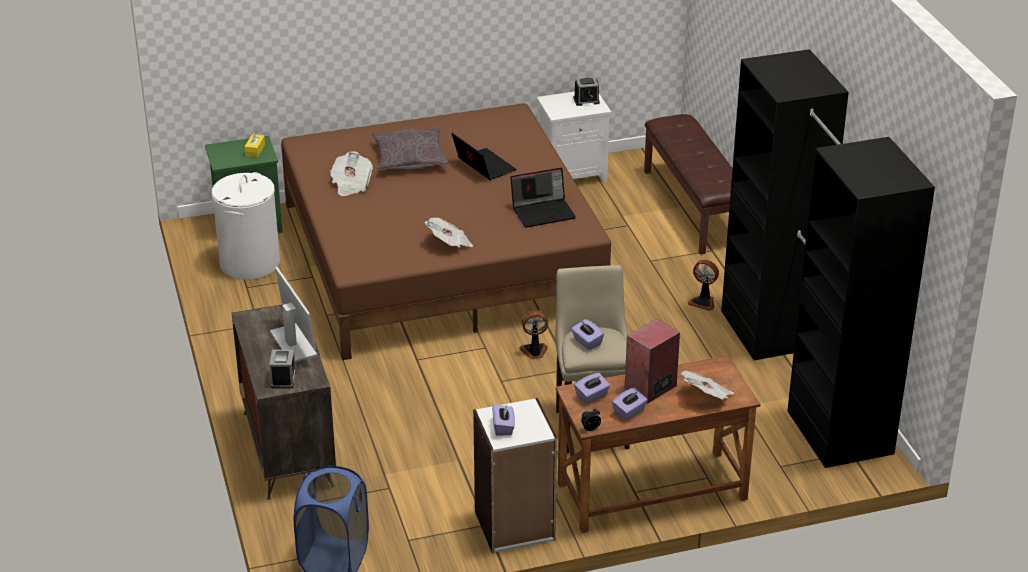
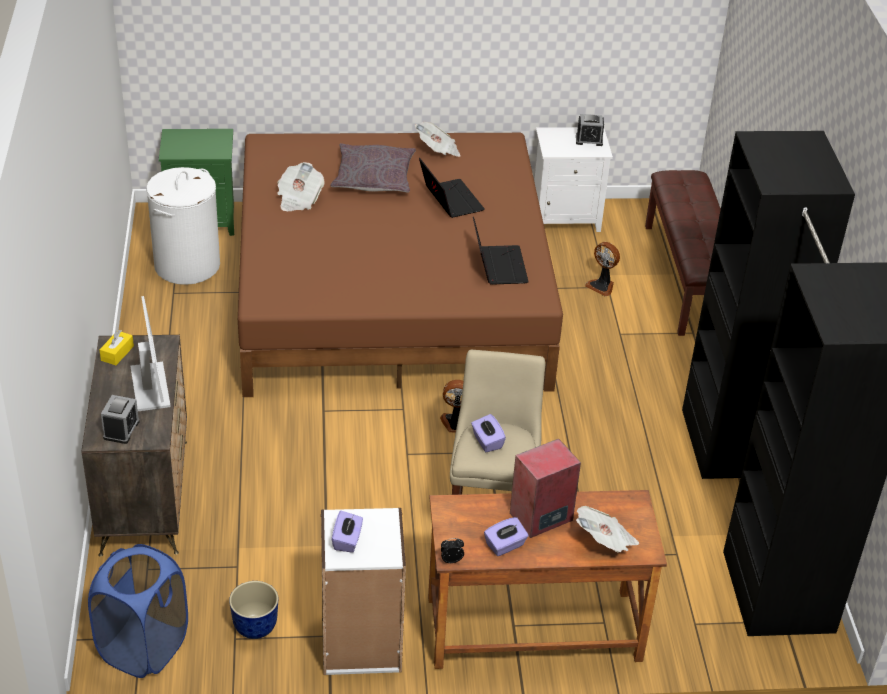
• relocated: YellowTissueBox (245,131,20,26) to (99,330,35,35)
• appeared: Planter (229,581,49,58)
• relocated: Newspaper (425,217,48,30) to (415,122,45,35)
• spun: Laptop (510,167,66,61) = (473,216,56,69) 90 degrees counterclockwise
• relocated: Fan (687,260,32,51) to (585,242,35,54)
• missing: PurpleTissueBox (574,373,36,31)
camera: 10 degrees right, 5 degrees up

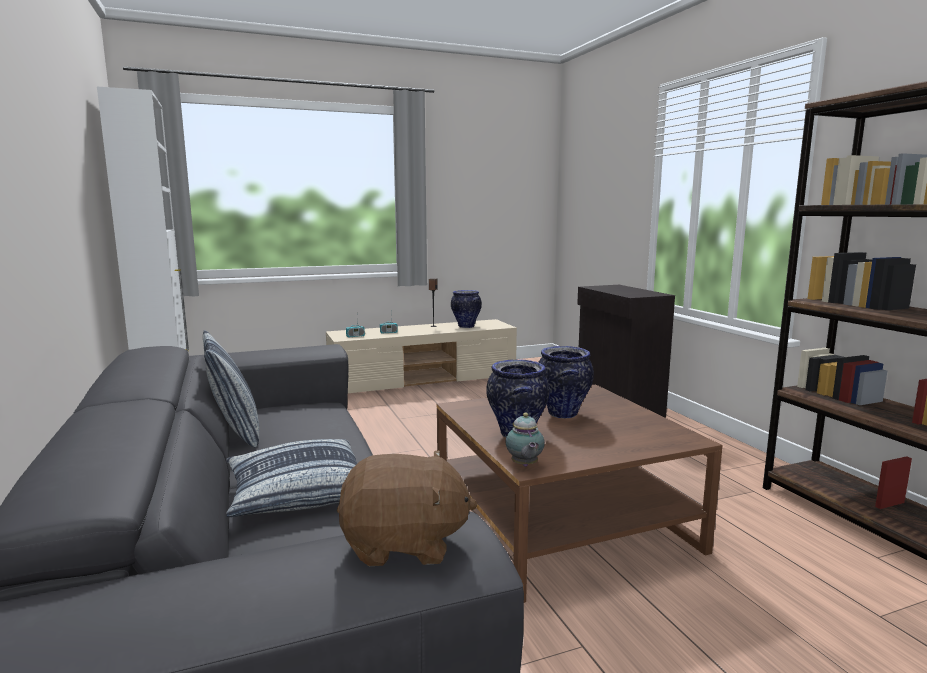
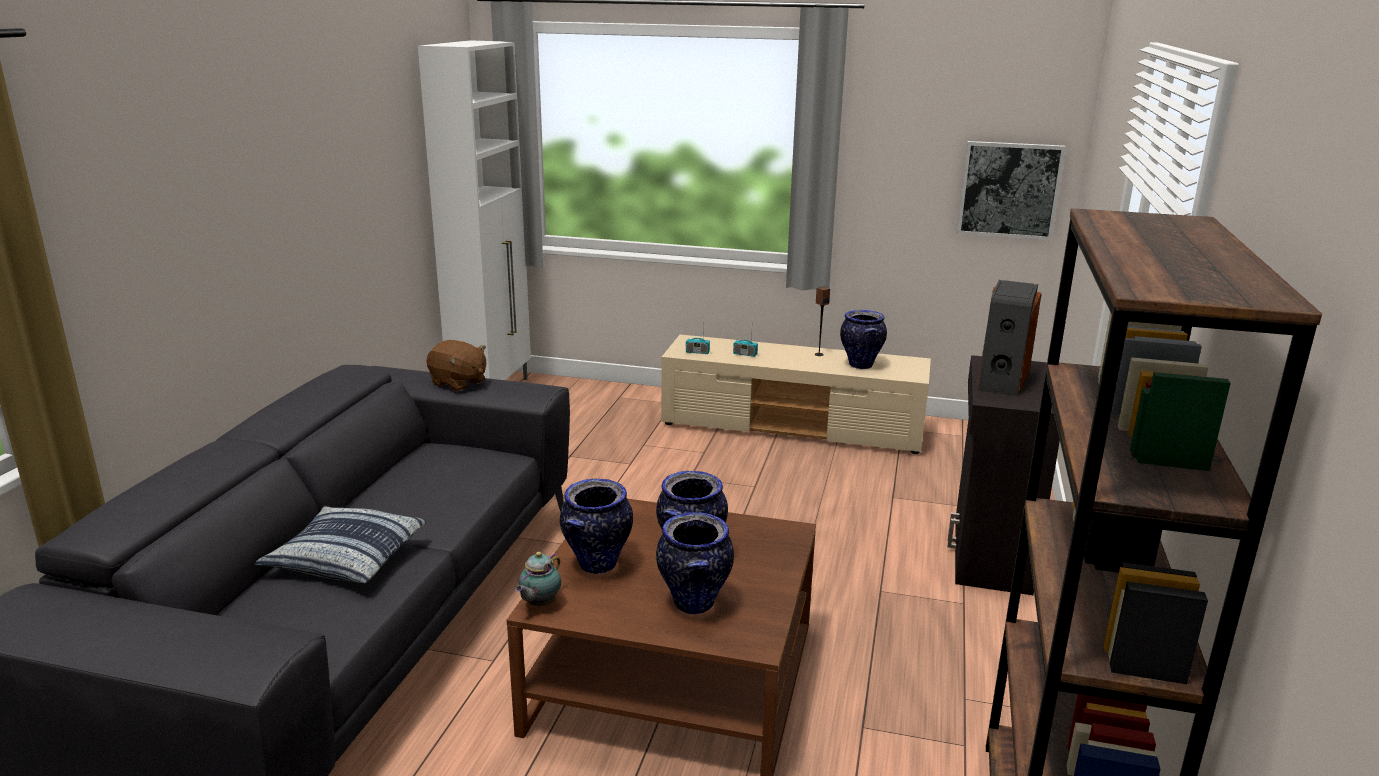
• relocated: BrownPlushToy (337,450,140,116) to (426,340,60,51)
• appeared: Vase (656,512,78,102)
• appeared: Picture (957,141,109,99)
• appeared: Speaker (977,280,64,116)
• missing: Pillow (203,330,56,117)
camera: 35 degrees right, 10 degrees up

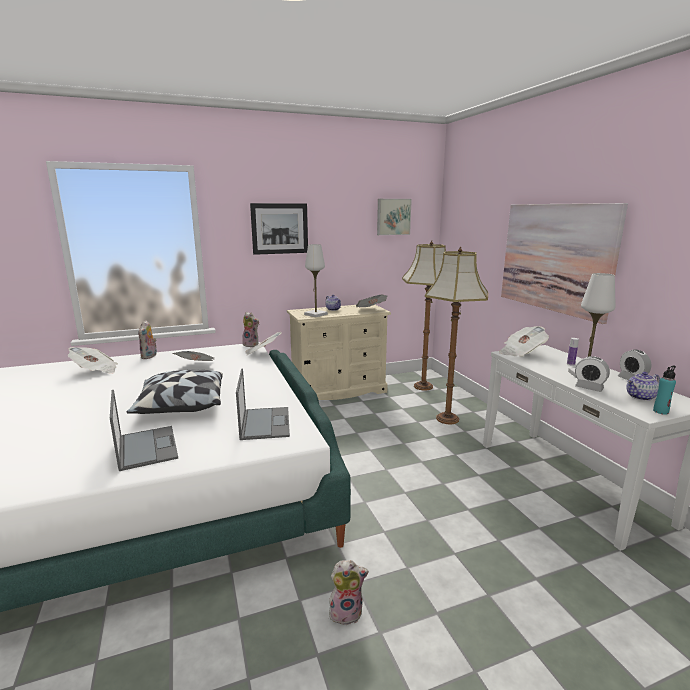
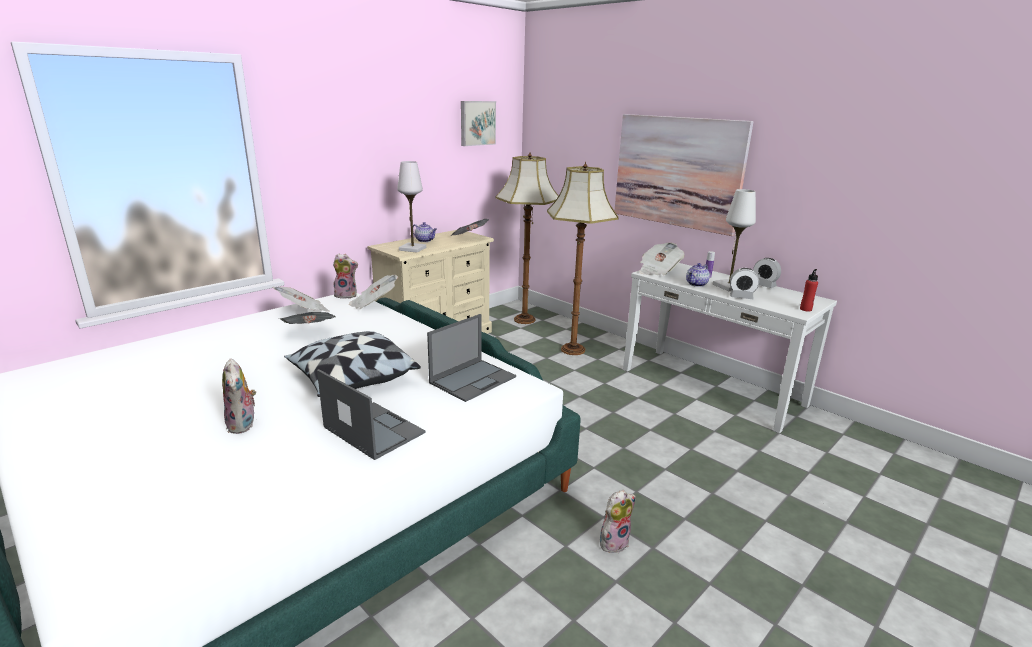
• relocated: PlushToy (138,320,19,39) to (222,358,35,76)
• relocated: Newspaper (68,347,50,27) to (272,287,58,25)
• spun: Laptop (236,369,54,71) = (427,314,89,88) 75 degrees clockwise
• relocated: Teapot (627,372,33,29) to (686,263,24,24)
• colour: TurquoiseBottle (653,365,23,50) to RedBottle (800,269,18,42)
• missing: Picture (250,203,58,52)
camera: 25 degrees left, 5 degrees up

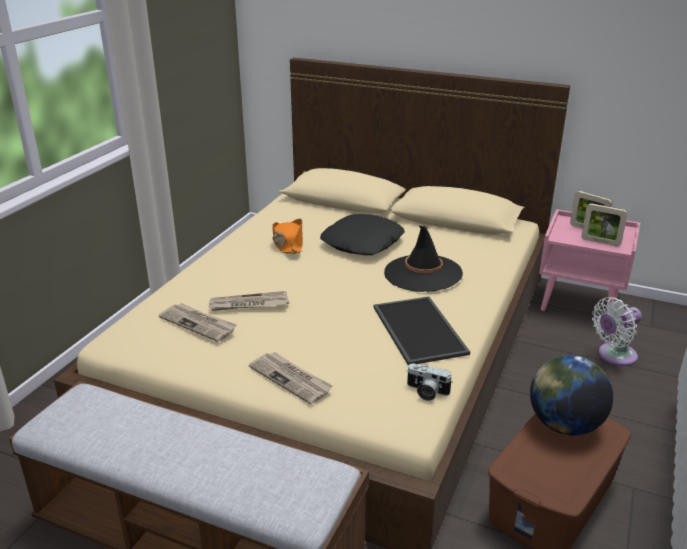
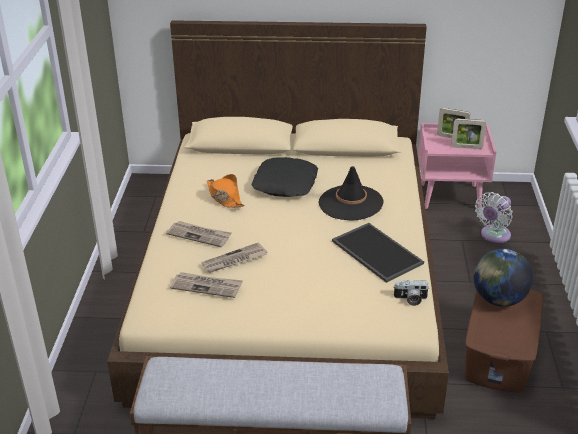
• relocated: Newspaper (249,352,84,52) to (166,221,66,26)
camera: 20 degrees left, 5 degrees up

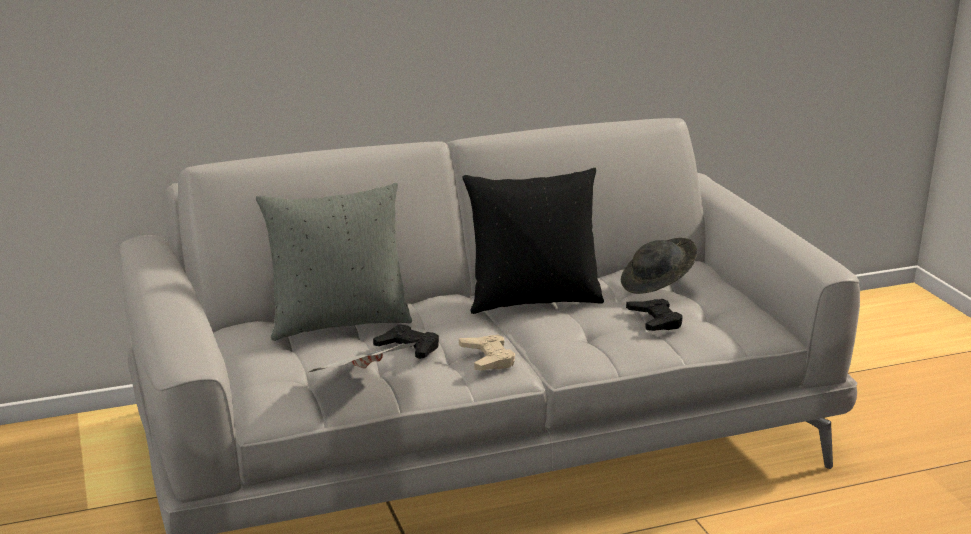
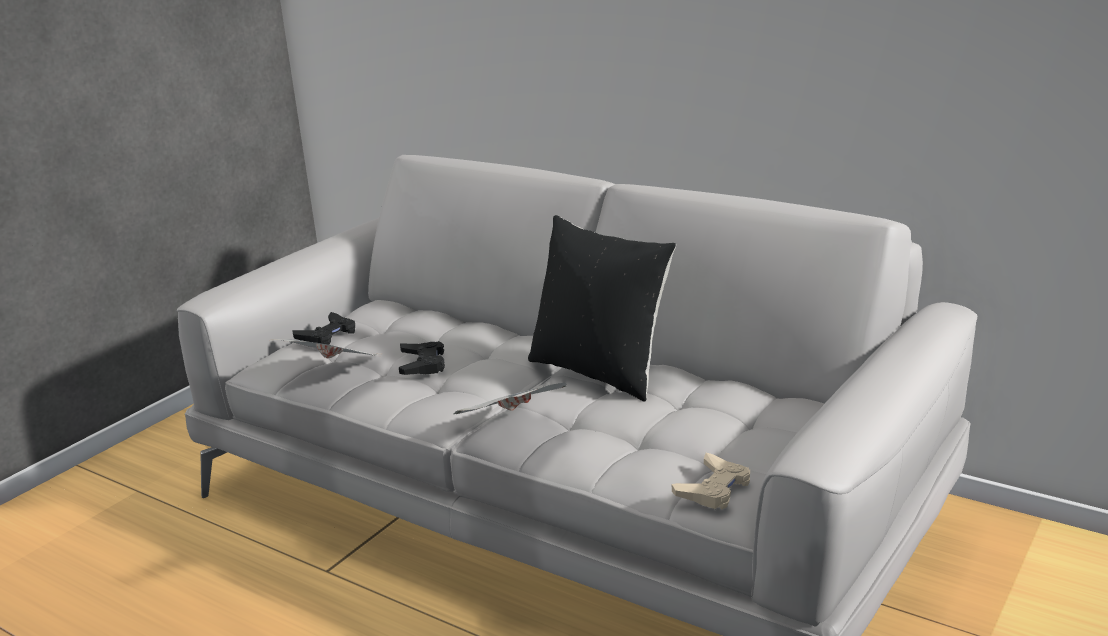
• relocated: BlackGameController (626,299,57,32) to (292,312,63,33)
• appeared: Newspaper (454,383,113,31)
• relocated: BeigeGameController (459,335,56,35) to (672,453,78,56)
• missing: GreyPillow (256,183,156,158)
• missing: GreyHat (621,238,76,56)
camera: 55 degrees right, 0 degrees up

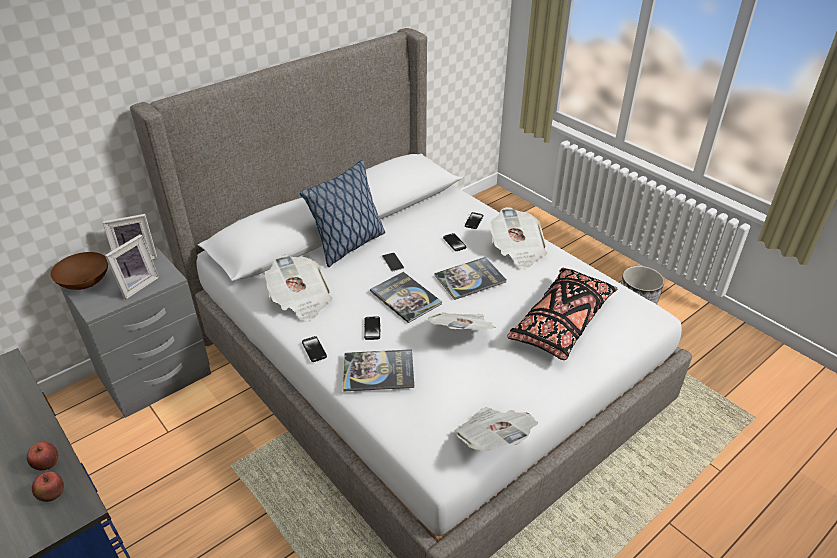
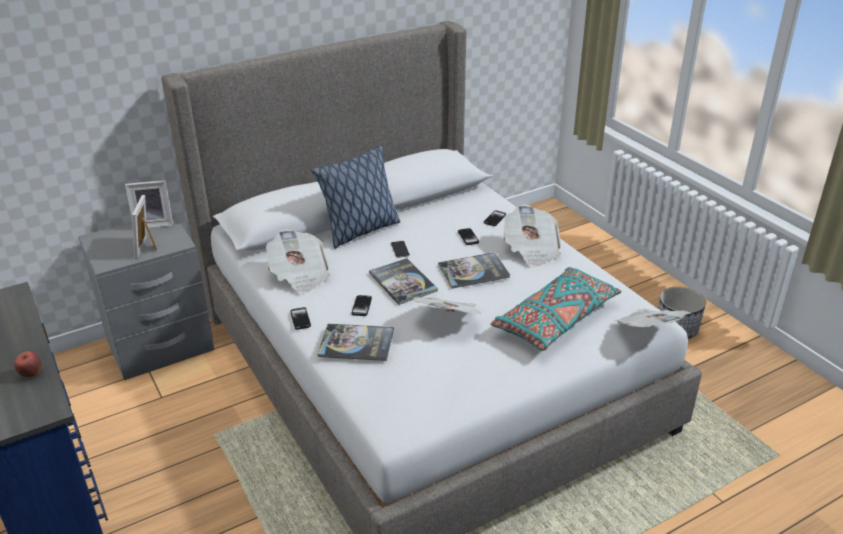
• spun: PictureFrame (105,234,54,65) = (132,195,25,63) 135 degrees clockwise
• colour: BlackPillow (507,268,111,92) to TurquoisePillow (491,267,130,83)
• relocated: Newspaper (454,407,84,44) to (615,309,75,18)
• missing: Apple (32,471,32,31)
• missing: BrownBowl (51,252,57,38)
camera: 10 degrees right, 5 degrees down

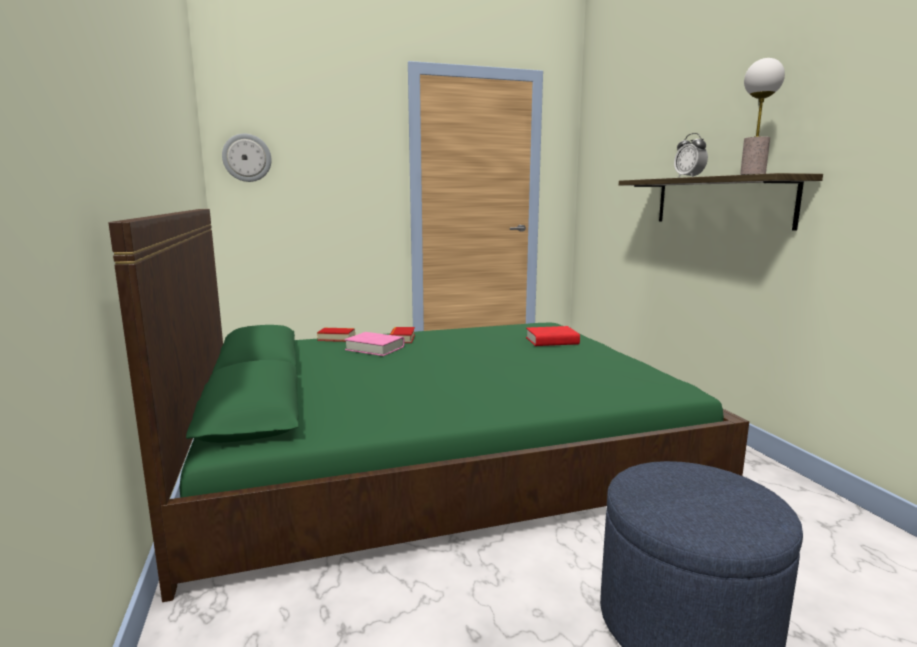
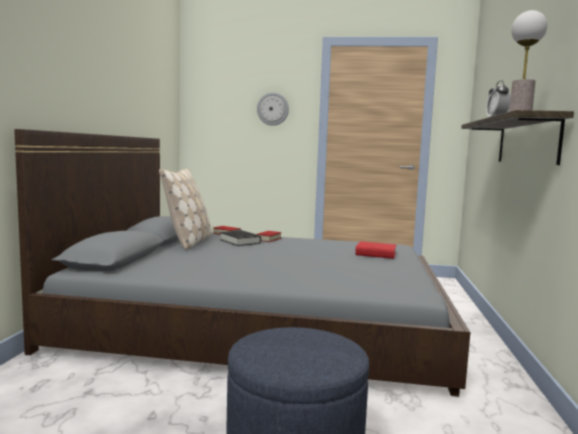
• colour: GreenBed (108,209,641,393) to GreyBed (14,129,456,268)
• appeared: BeigePillow (159,168,52,82)
• colour: PinkBook (344,332,60,24) to BlackBook (220,230,41,16)
• relocated: WallClock (222,134,49,48) to (257,92,32,34)
camera: 25 degrees right, 5 degrees down

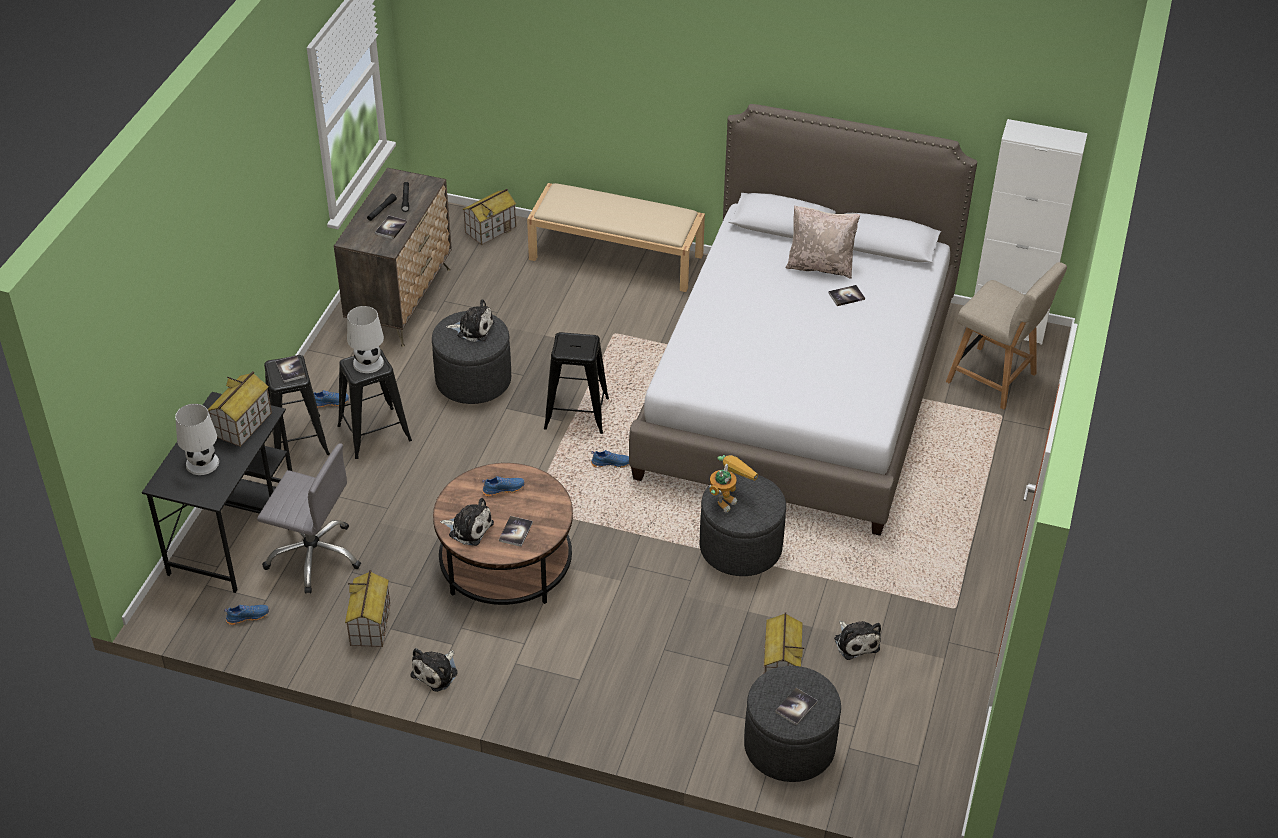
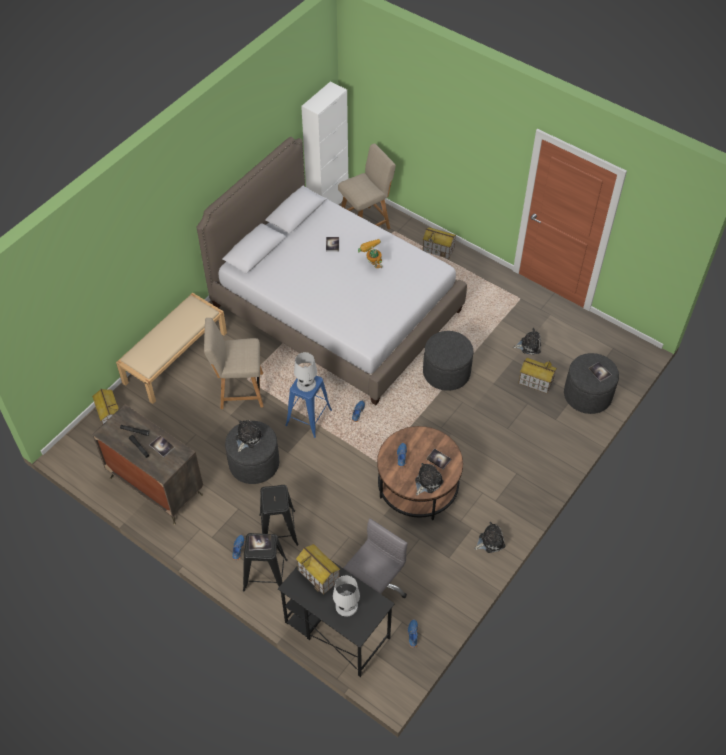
• appeared: BeigeChair (204,318,59,91)
• colour: BlackStool (544,332,65,102) to BlueStool (285,376,47,62)
• relocated: WhiteTableLamp (347,306,37,67) to (294,352,23,40)
• relocated: ToyRobot (709,455,49,58) to (358,239,24,29)
• relocated: ToyHouse (345,570,45,77) to (423,227,33,32)
• spun: PlushToy (411,648,47,44) = (474,522,32,31) 75 degrees counterclockwise
• missing: BeigePillow (785,205,75,74)
camera: 70 degrees left, 10 degrees up

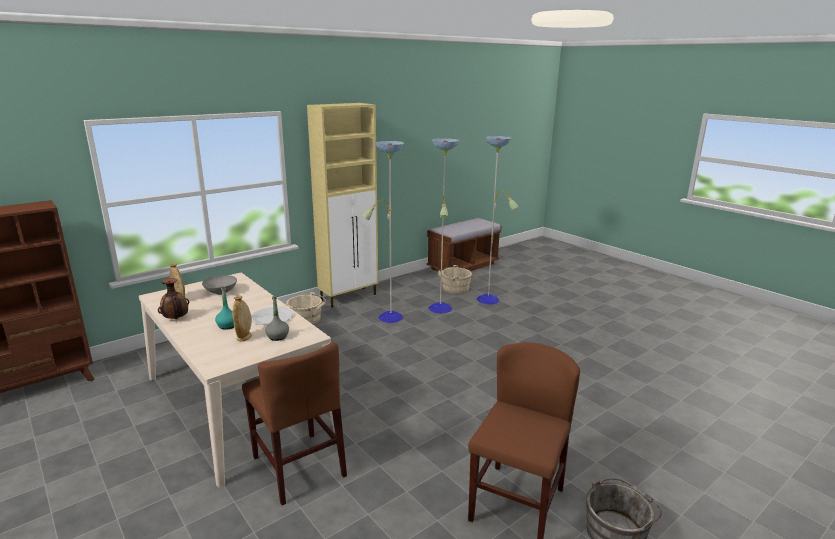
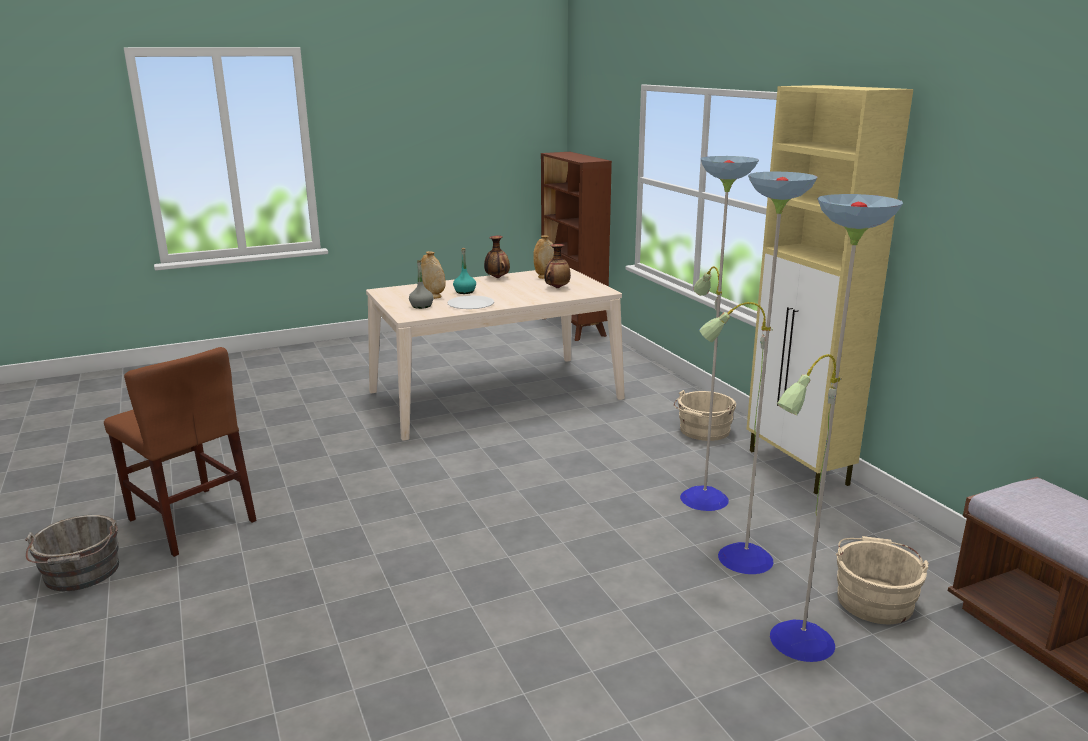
• exchanged: GreyBowl (202,275,35,20) to Vase (544,244,27,44)
• missing: BrownChair (242,342,105,163)
camera: 105 degrees right, 0 degrees up

